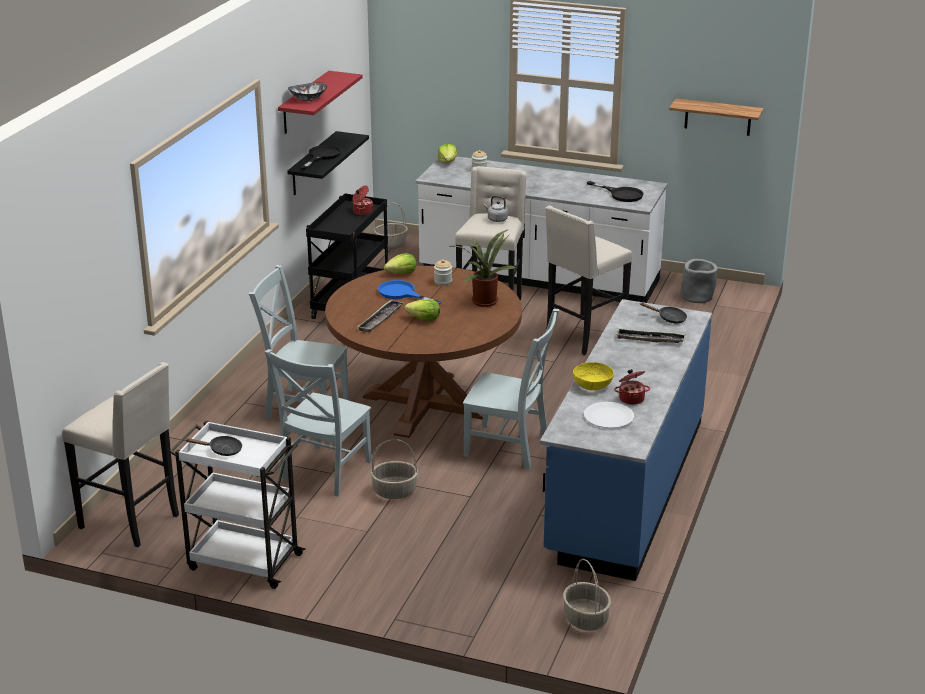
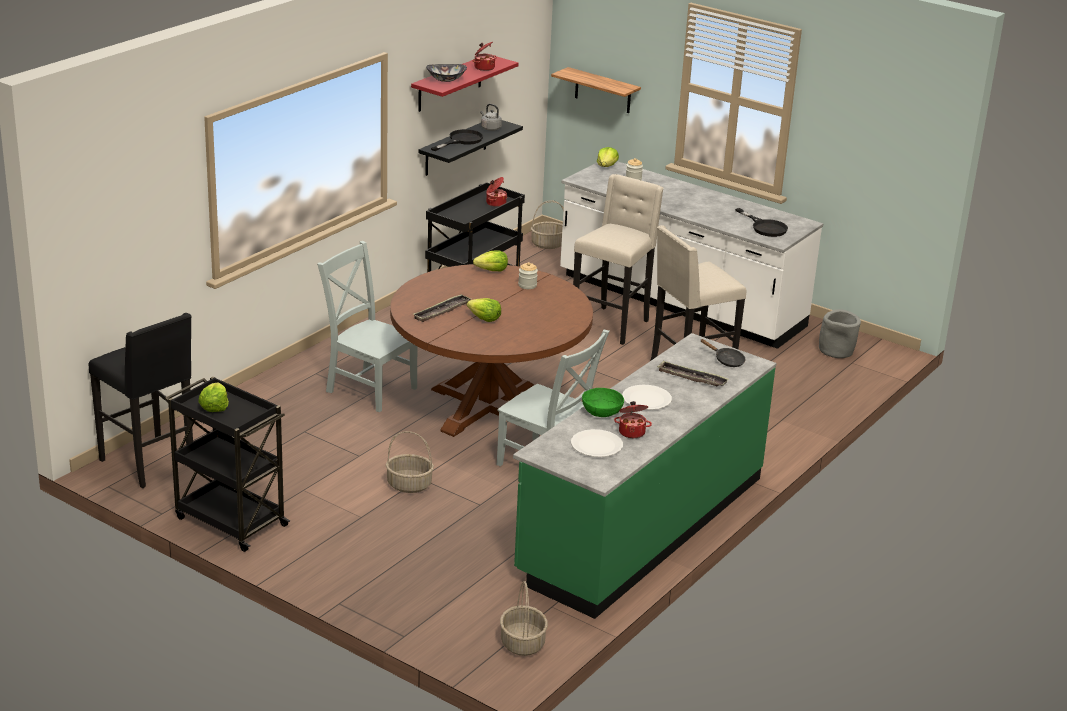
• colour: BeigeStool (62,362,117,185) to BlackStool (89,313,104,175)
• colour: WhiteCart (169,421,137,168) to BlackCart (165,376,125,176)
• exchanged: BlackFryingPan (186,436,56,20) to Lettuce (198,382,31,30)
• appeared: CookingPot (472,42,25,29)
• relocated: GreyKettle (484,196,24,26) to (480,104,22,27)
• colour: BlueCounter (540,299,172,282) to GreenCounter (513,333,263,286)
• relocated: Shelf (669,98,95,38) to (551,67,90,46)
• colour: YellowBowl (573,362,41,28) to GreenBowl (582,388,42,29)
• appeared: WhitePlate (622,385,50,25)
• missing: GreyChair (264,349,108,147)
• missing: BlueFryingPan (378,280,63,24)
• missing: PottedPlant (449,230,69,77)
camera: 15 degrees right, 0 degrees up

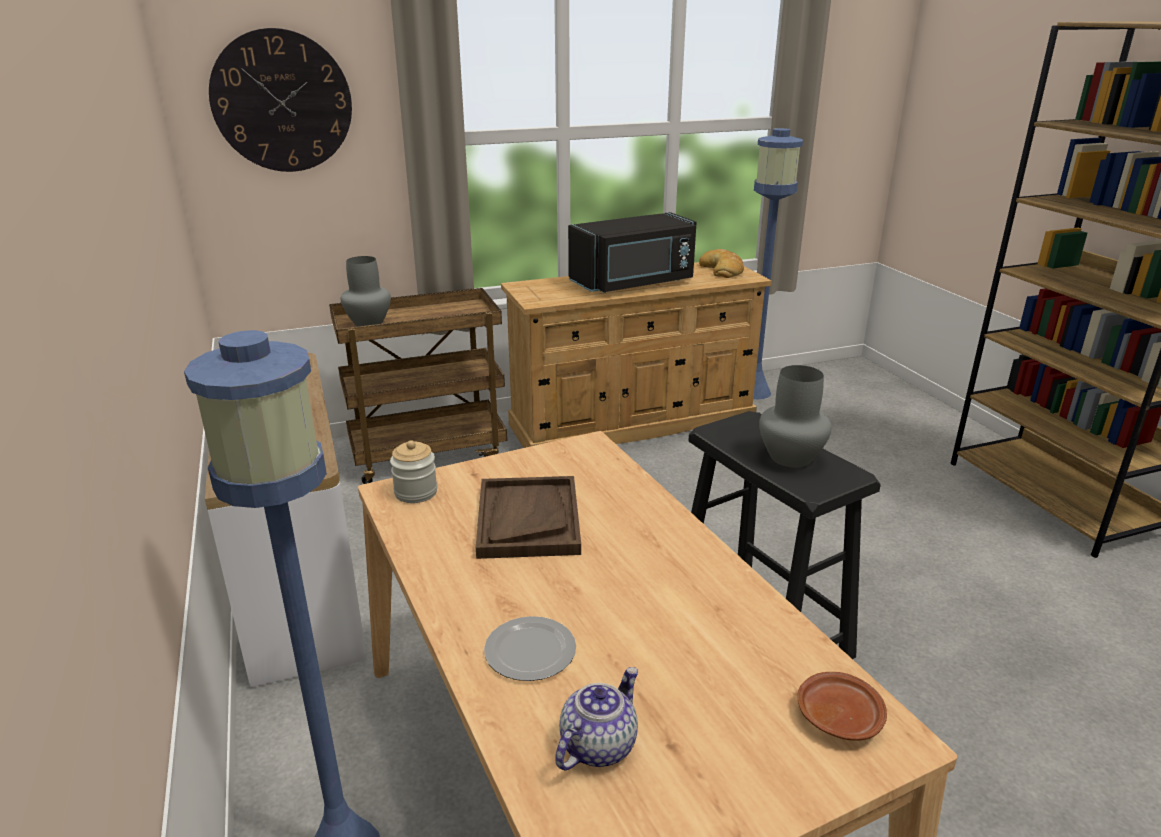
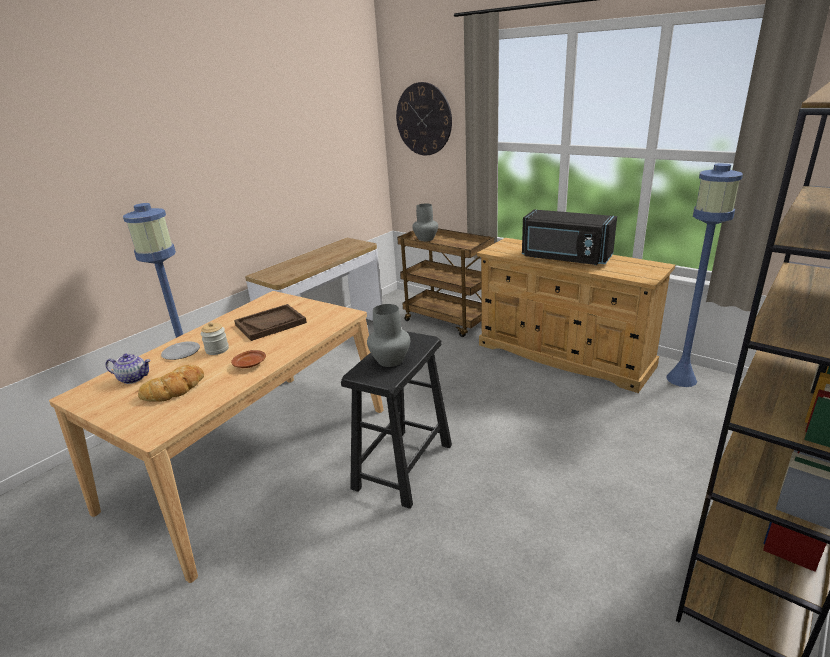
• relocated: Bread (699,249,45,29) to (138,365,66,37)
• relocated: Jar (390,441,47,62) to (201,322,28,33)
• relocated: BrownPlate (798,672,89,69) to (231,350,35,18)
camera: 60 degrees right, 0 degrees up

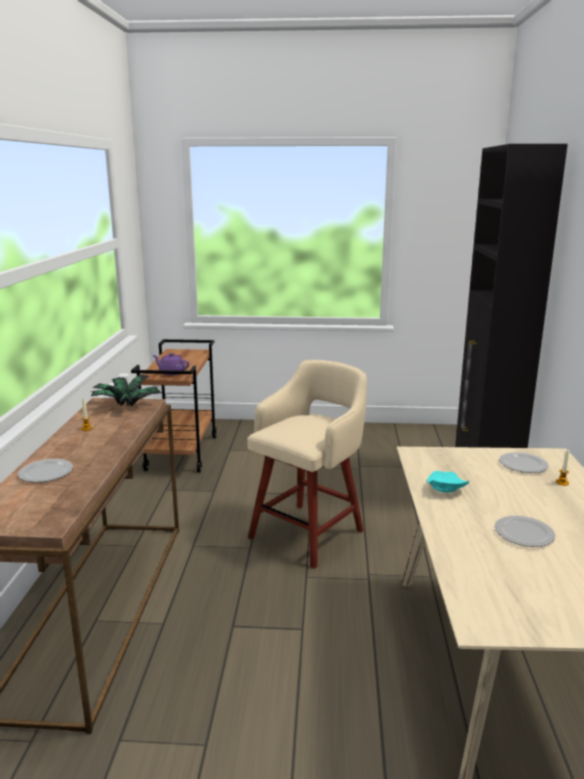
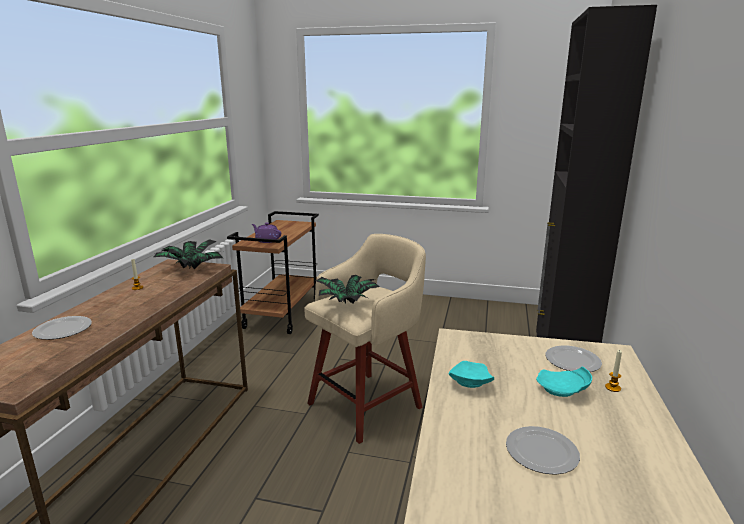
• appeared: PottedPlant (316,275,64,28)
• appeared: TurquoisePlate (536,366,56,31)
camera: 10 degrees right, 0 degrees up

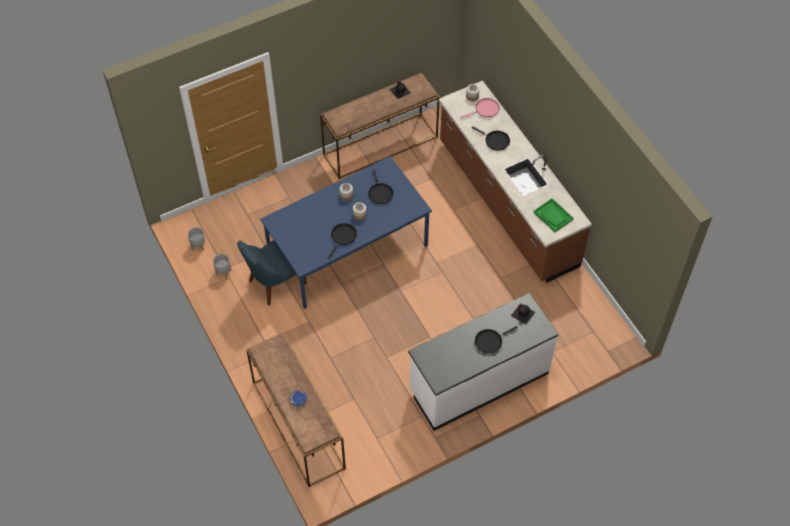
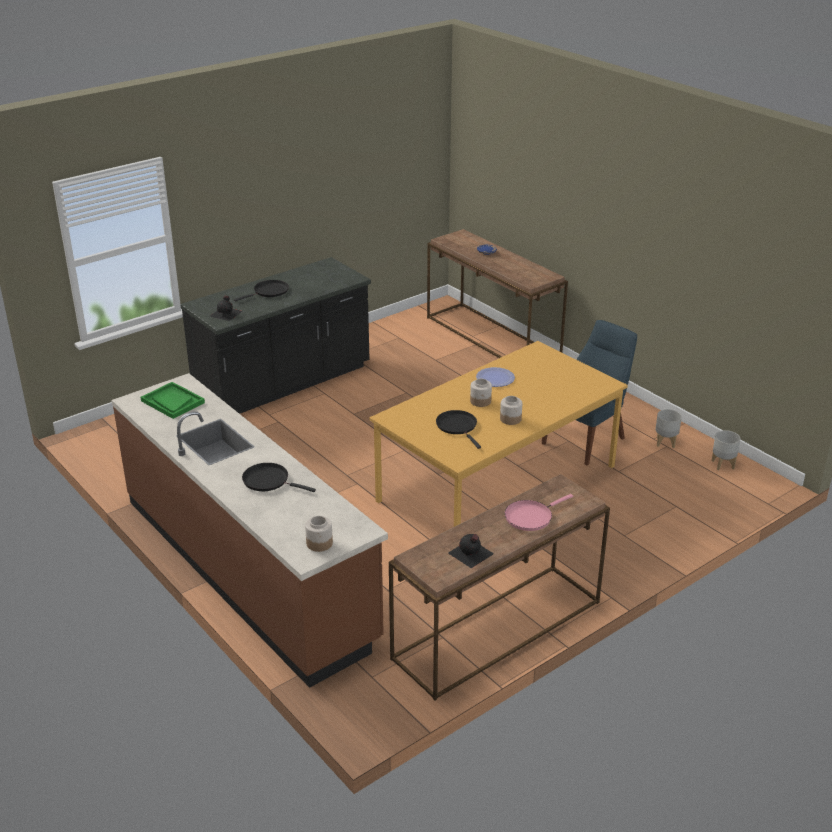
• colour: WhiteCounter (408,293,151,138) to BlackCounter (180,257,191,157)
• colour: BlueDiningTable (260,156,172,153) to OrangeDiningTable (370,341,258,186)
• exchanged: BlackFryingPan (328,223,29,35) to Plate (476,367,39,20)
• relocated: PinkFryingPan (461,98,39,21) to (505,494,68,37)
camera: 170 degrees right, 25 degrees down

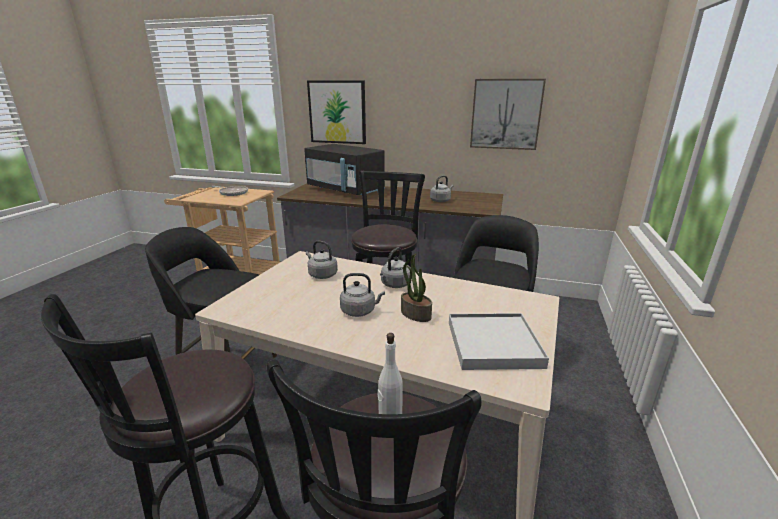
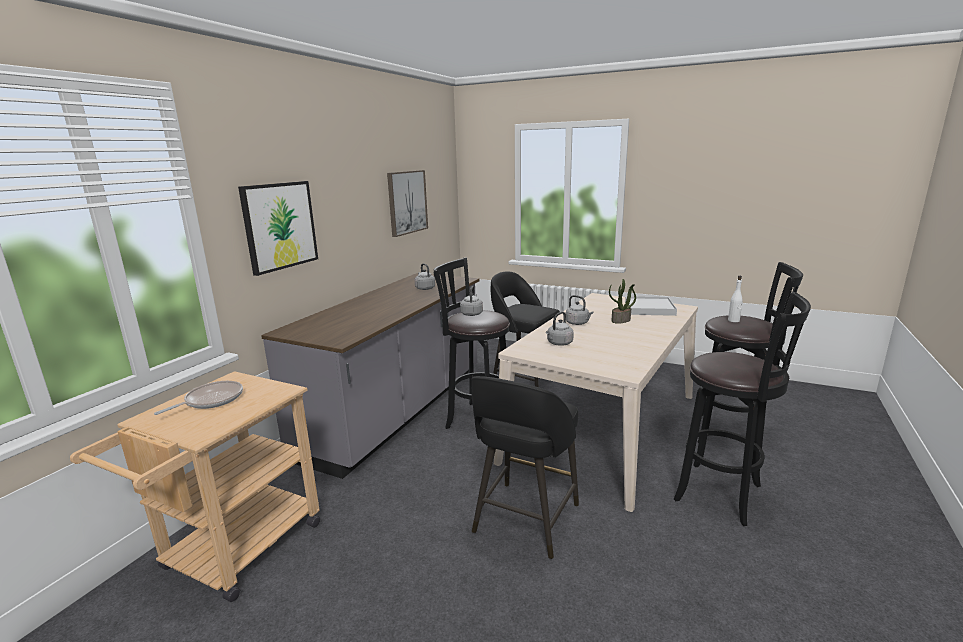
• relocated: GreyKettle (340,273,45,44) to (460,286,23,30)
• missing: BlackMicrowave (304,144,81,51)
camera: 80 degrees left, 5 degrees down

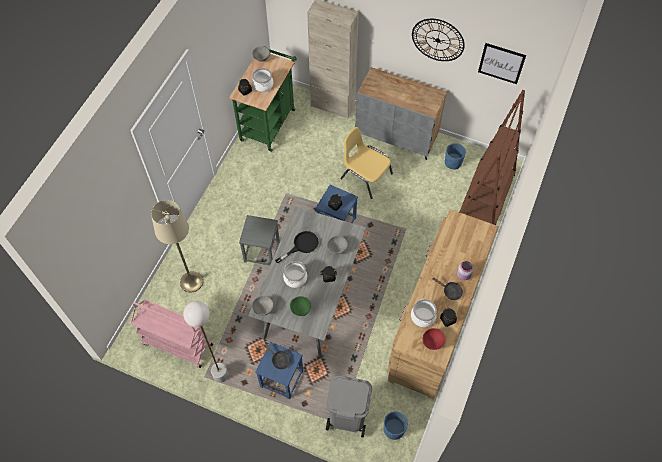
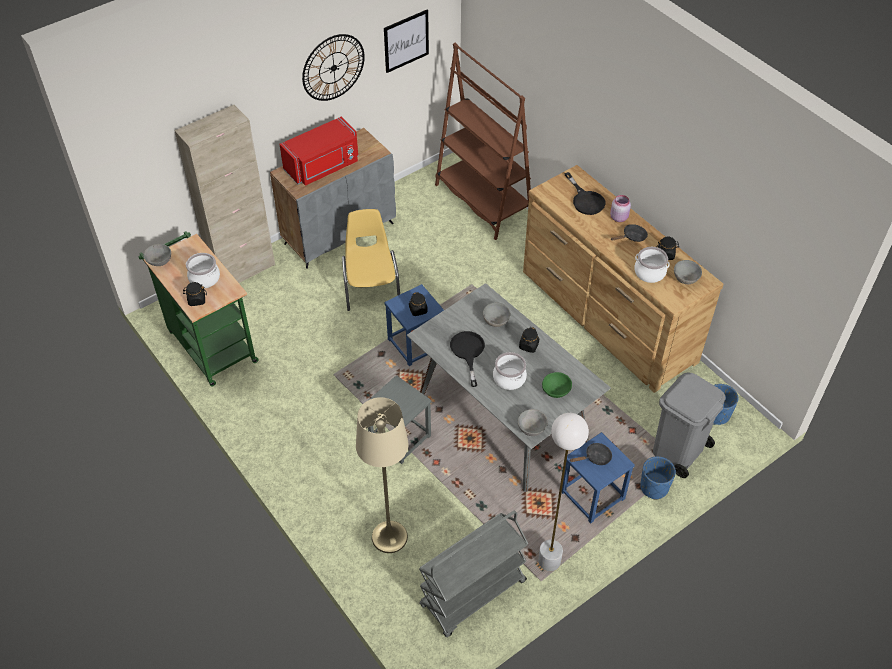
• appeared: RedMicrowave (280,117,78,68)
• spun: YellowChair (340,127,53,72) = (342,209,58,102) 105 degrees clockwise
• colour: PinkCart (130,300,83,68) to GreyCart (419,511,109,126)
• appeared: BlackFryingPan (564,172,42,43)
• relocated: BluePlanter (445,143,21,27) to (640,456,36,44)
• colour: RedBowl (423,328,22,22) to GreyBowl (674,260,28,24)
camera: 60 degrees left, 10 degrees down

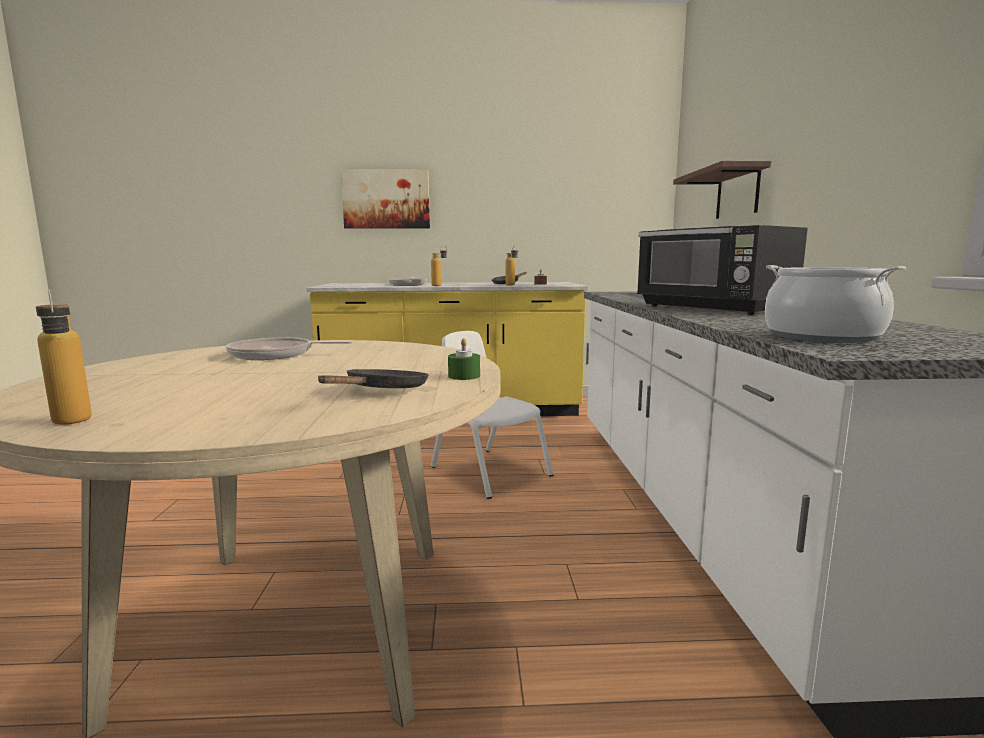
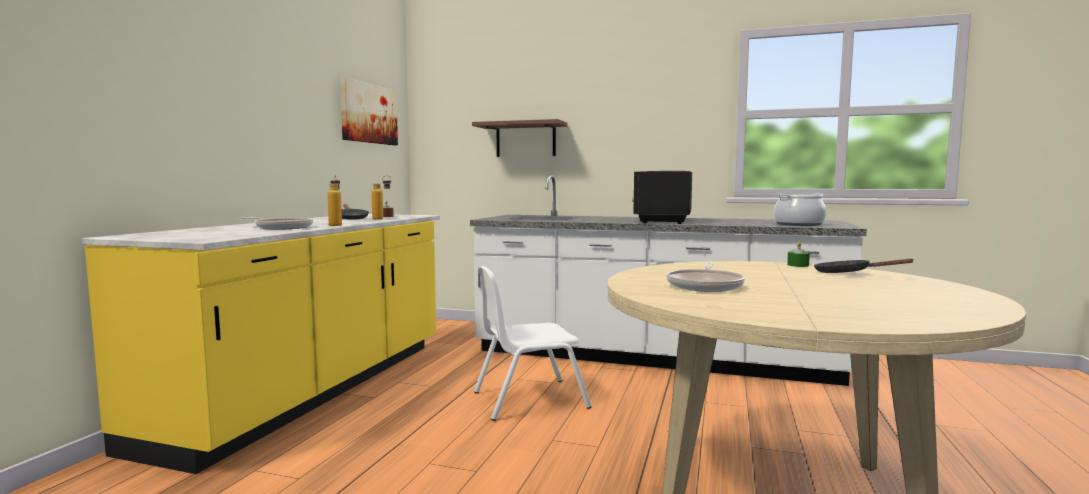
• relocated: Picture (341,169,89,59) to (340,77,58,68)
• spun: BlackMicrowave (637,225,171,90) = (632,171,60,53) 120 degrees clockwise
• missing: Bottle (36,289,56,136)
camera: 70 degrees left, 5 degrees down

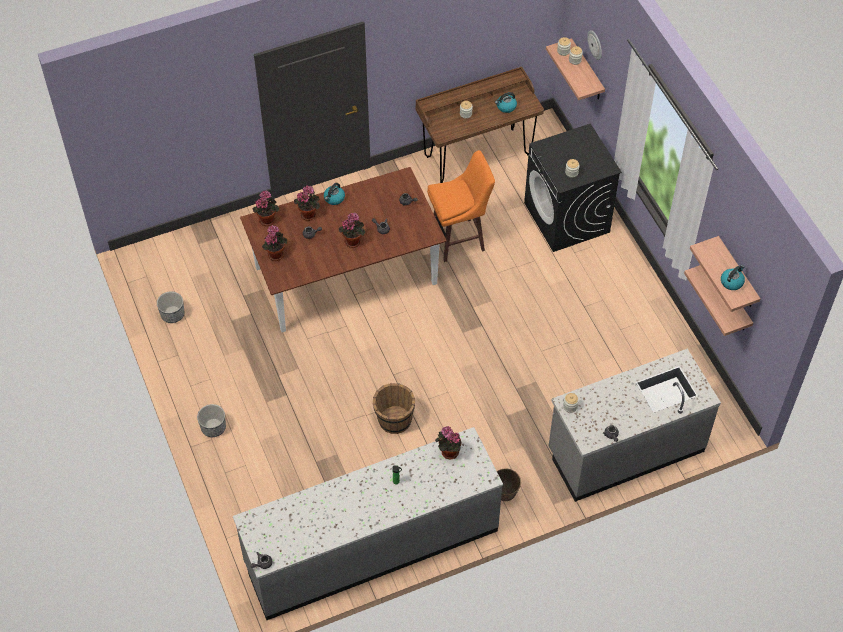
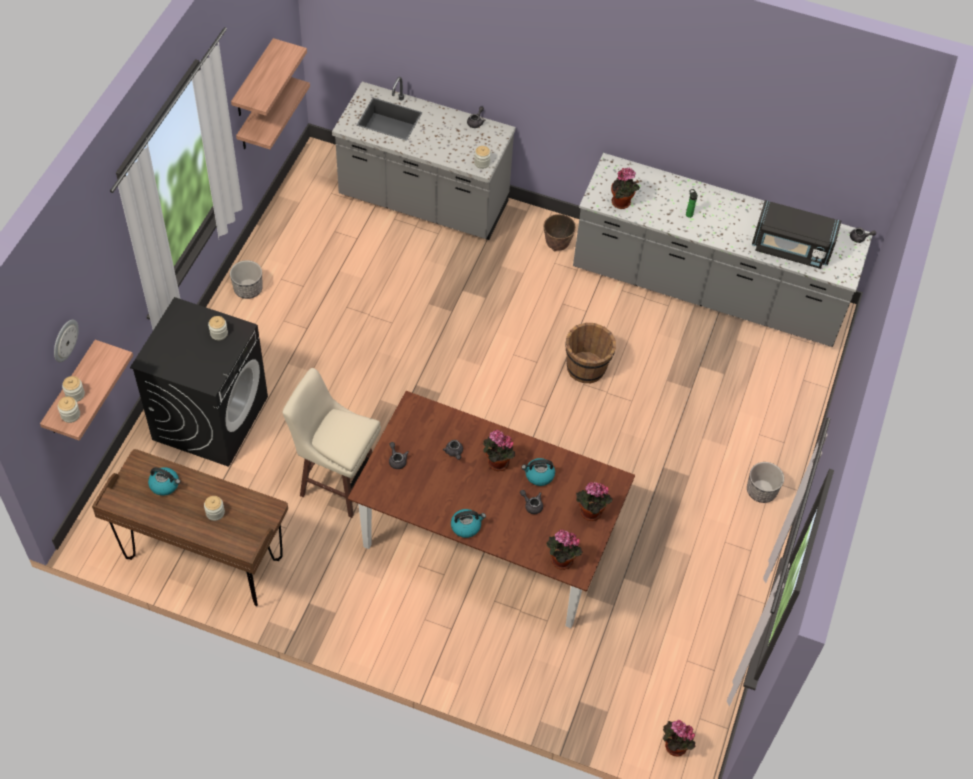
• relocated: Planter (157,291,27,32) to (230,260,33,39)
• colour: OrangeStool (427,150,68,112) to BeigeStool (283,368,98,150)
• relocated: Kettle (721,265,24,25) to (522,458,33,28)
• relocated: PottedPlant (294,185,26,36) to (663,720,33,37)
• appeared: BlackMicrowave (752,200,89,69)
camera: 140 degrees left, 0 degrees up

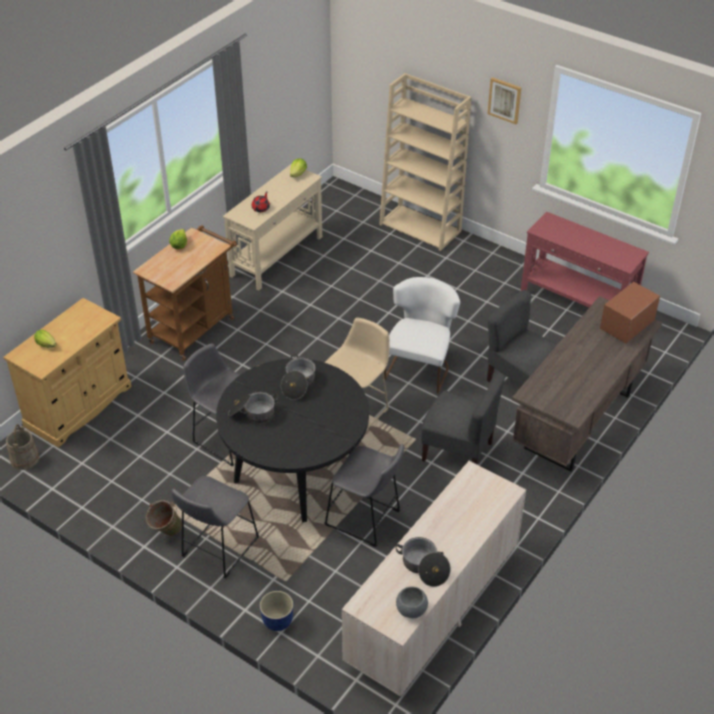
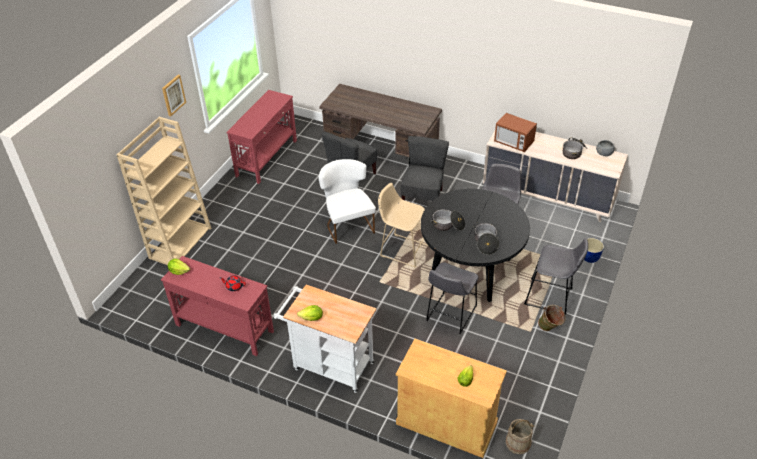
• colour: BeigeConsoleTable (223,164,99,127) to RedConsoleTable (161,256,113,100)
• colour: BrownCart (133,225,104,136) to WhiteCart (274,285,102,108)
• spun: WhiteChair (384,277,76,116) = (318,159,58,85) 60 degrees clockwise
• relocated: Microwave (600,282,60,61) to (494,113,43,39)
camera: 100 degrees left, 0 degrees up

